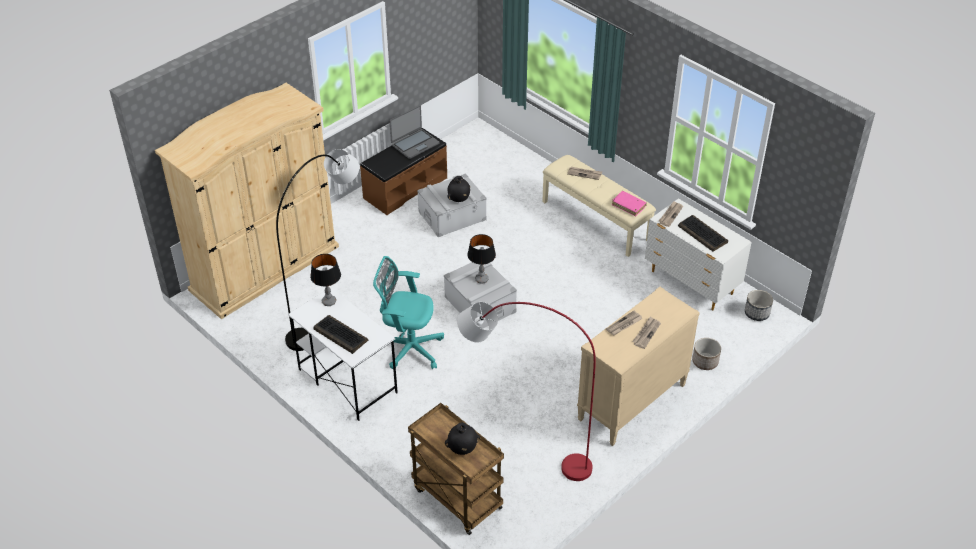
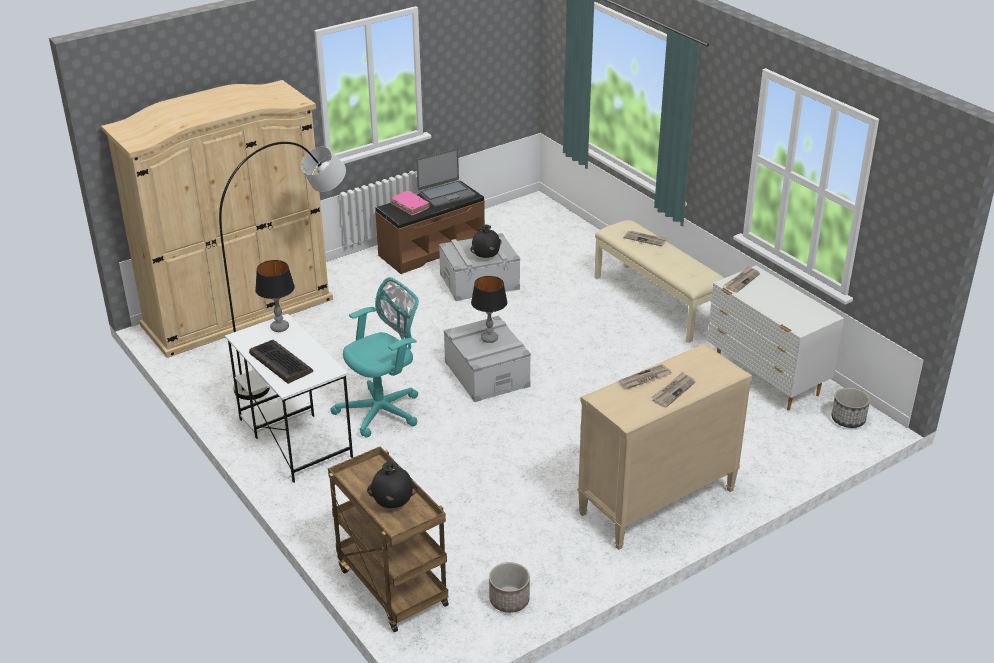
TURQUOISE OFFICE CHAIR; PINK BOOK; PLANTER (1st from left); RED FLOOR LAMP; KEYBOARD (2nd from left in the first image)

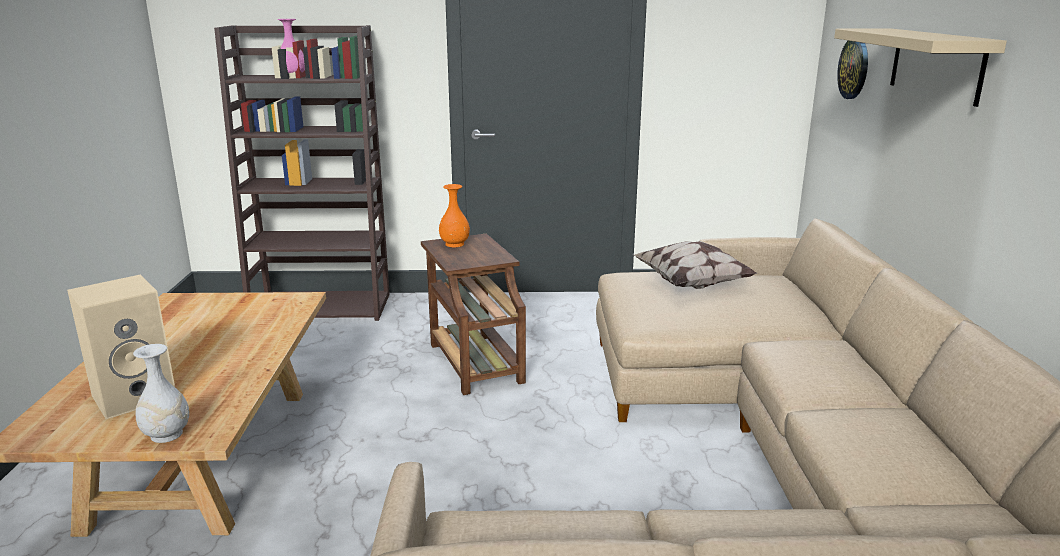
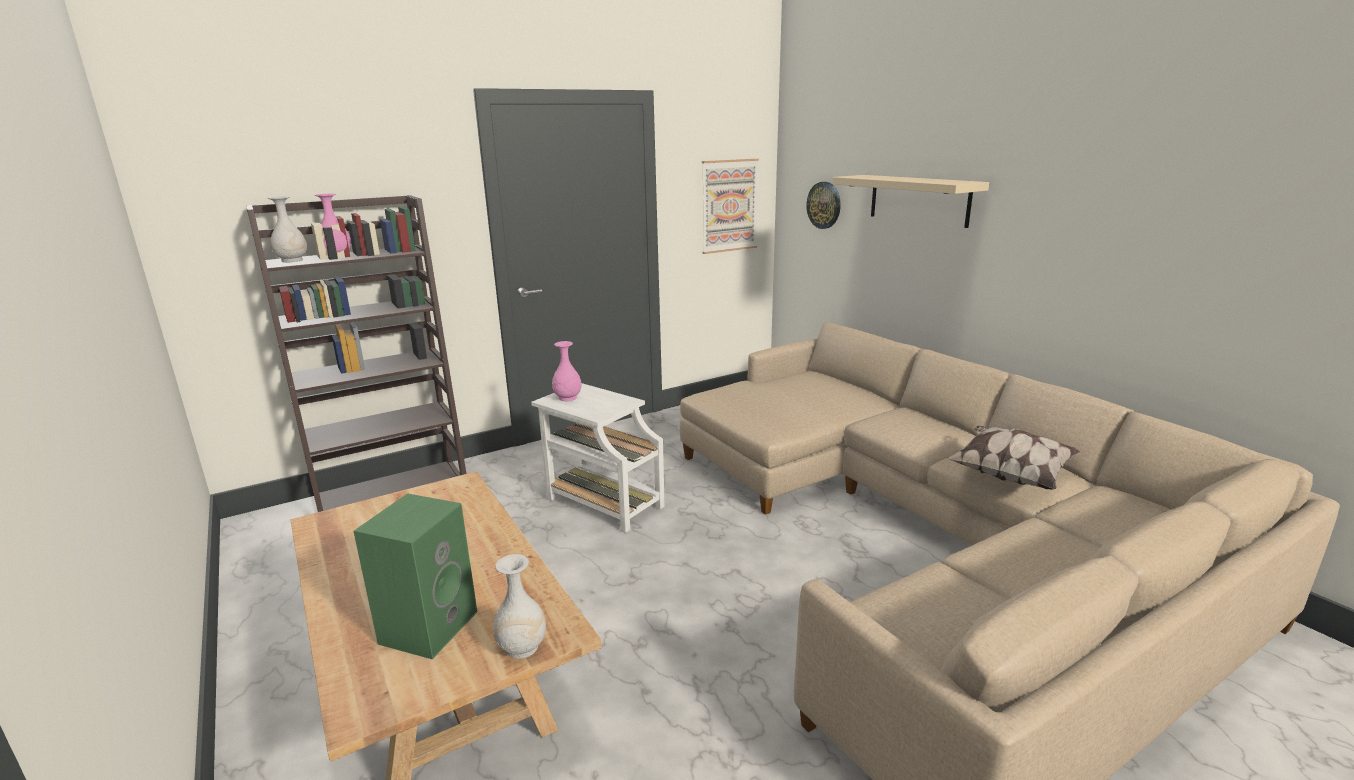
WHITE VASE (1st from left); GREEN SPEAKER; WHITE SIDE TABLE; PINK VASE (2nd from left); PICTURE; PILLOW

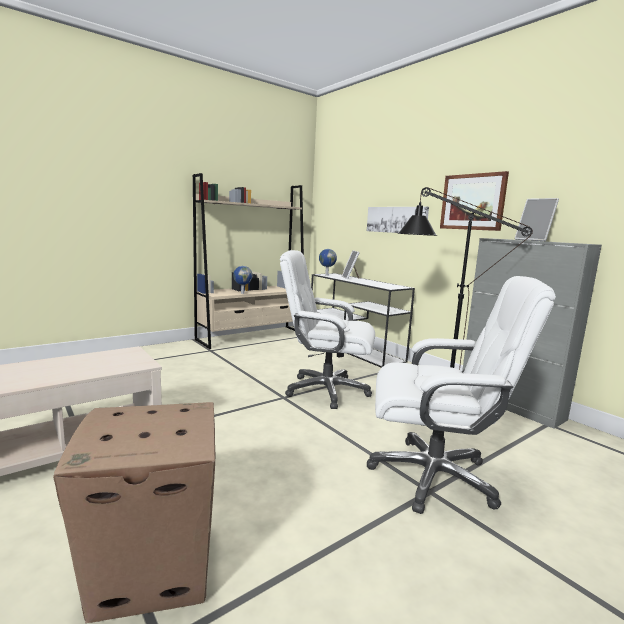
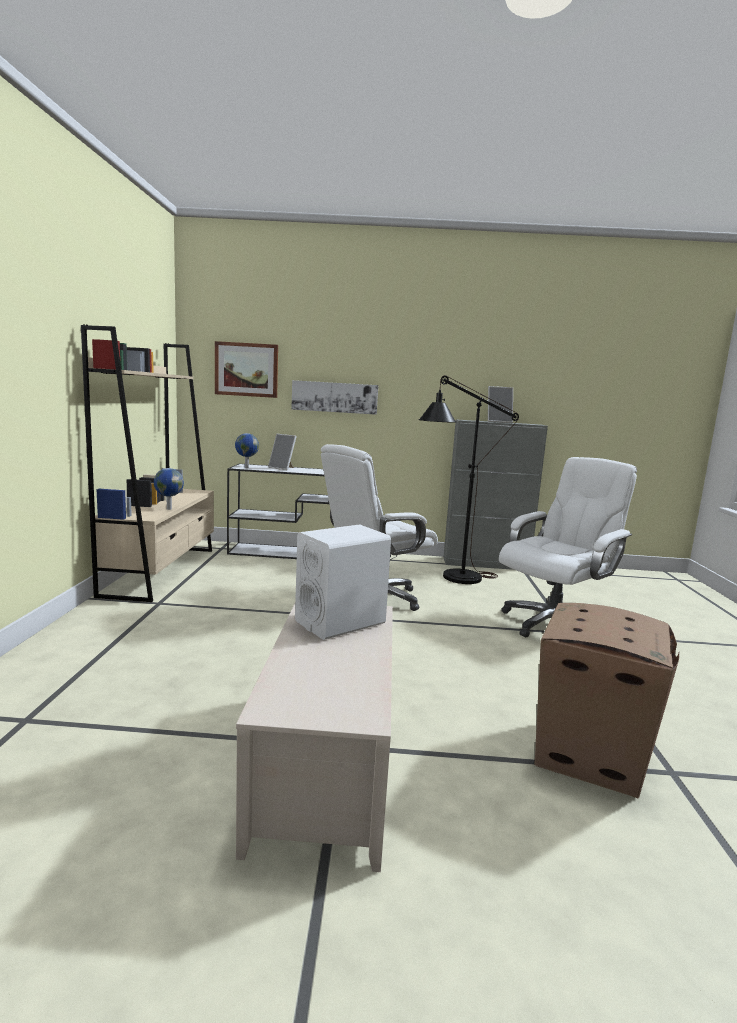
PICTURE (1st from left); WHITE SPEAKER

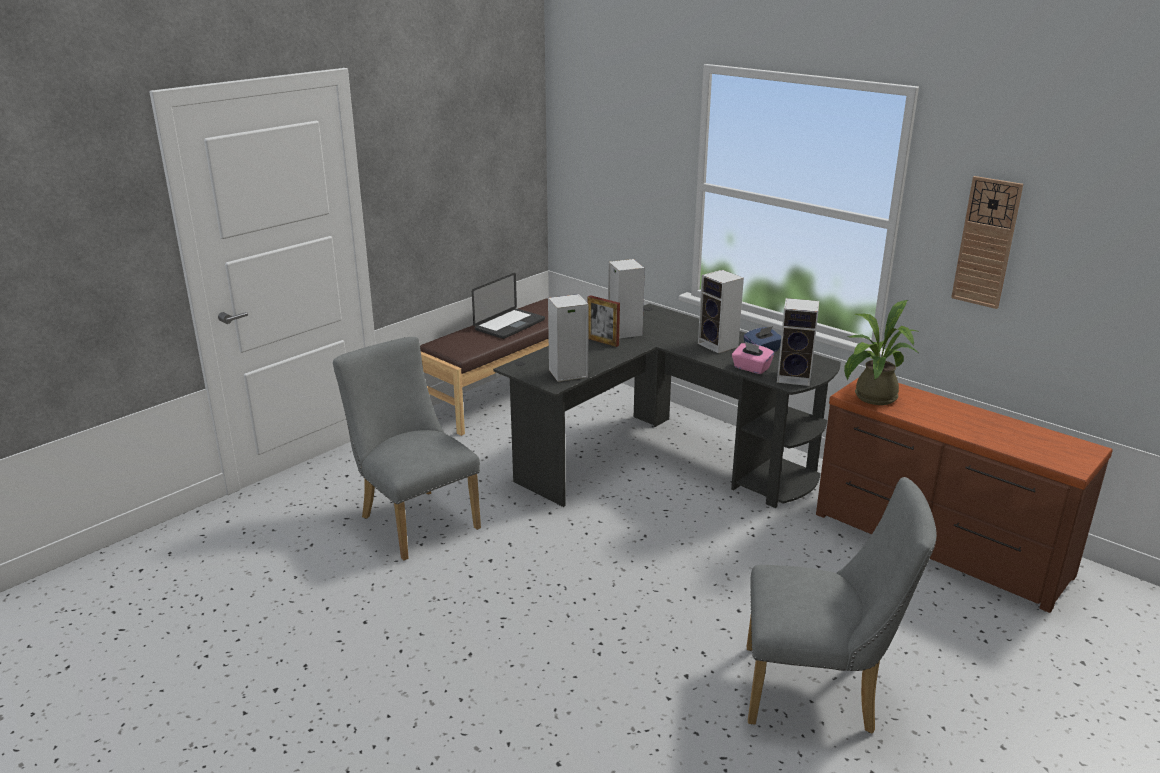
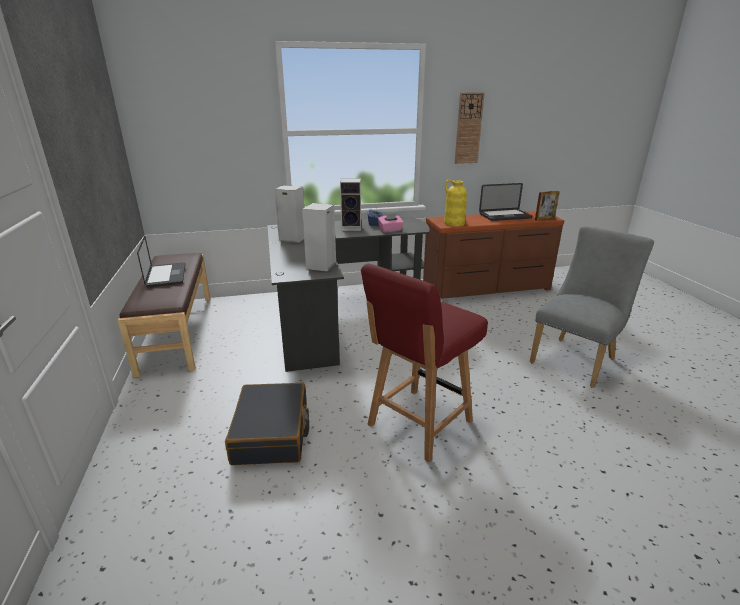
BLACK SUITCASE; RED CHAIR; YELLOW VASE; LAPTOP (2nd from left); PICTURE FRAME; SPEAKER (4th from left in the first image)

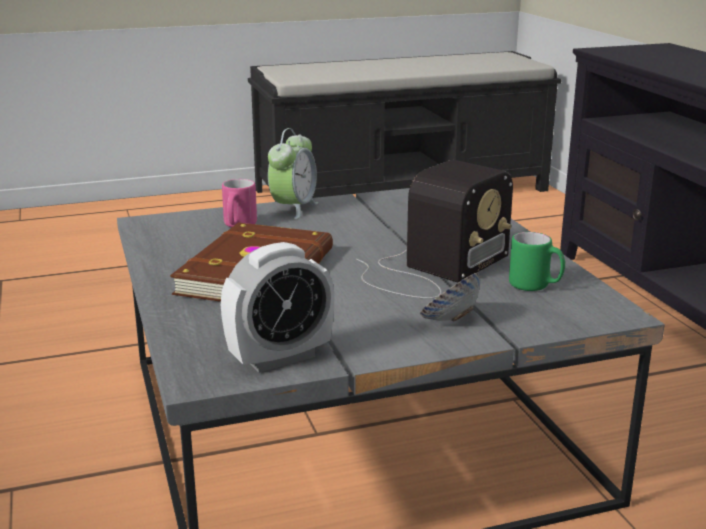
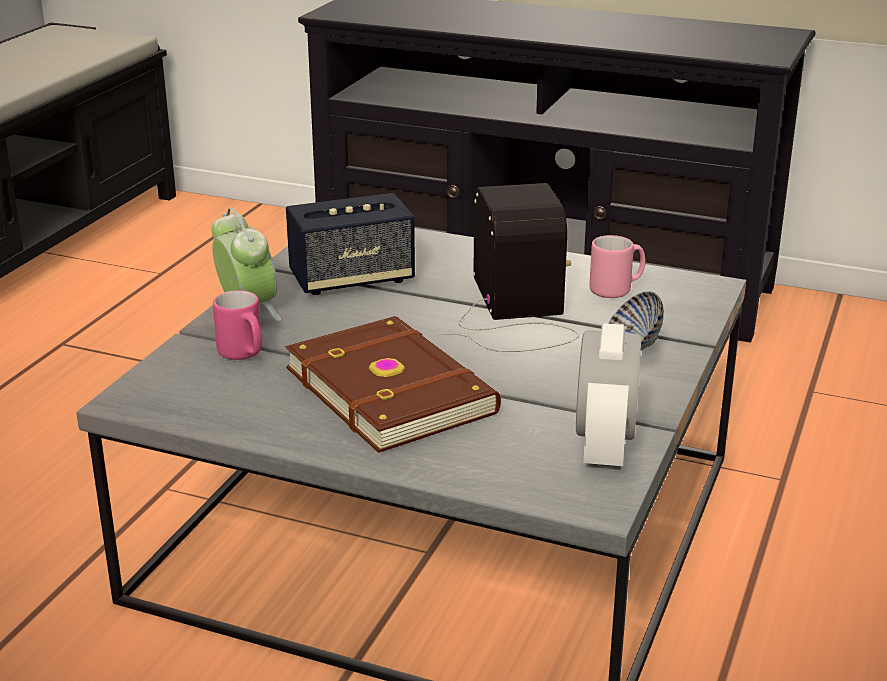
SPEAKER; PINK MUG (2nd from left)

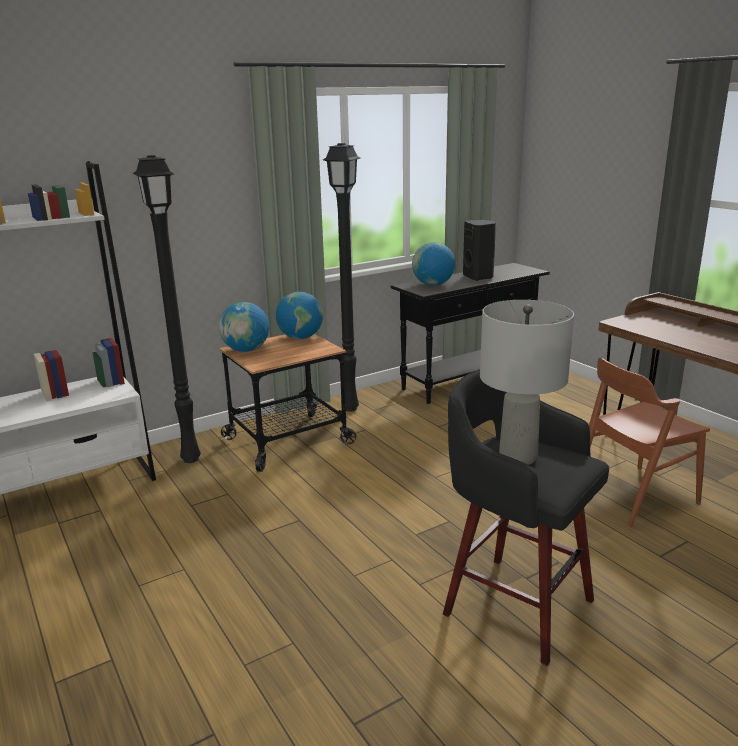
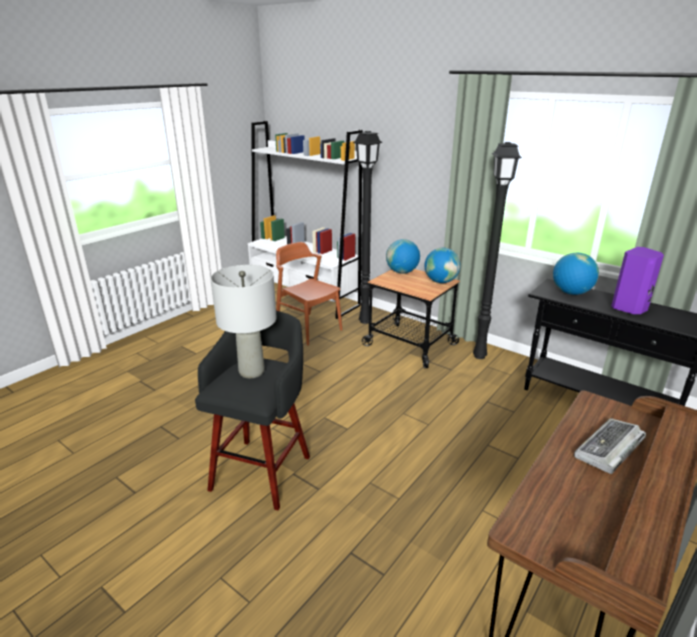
BROWN CHAIR; KEYBOARD; PURPLE SPEAKER

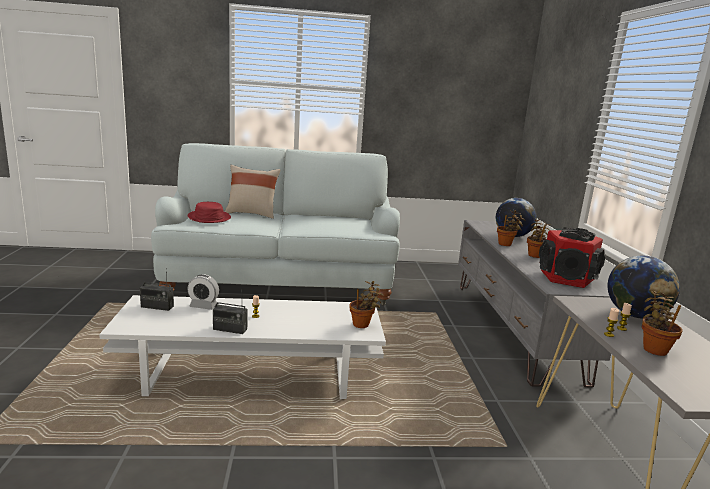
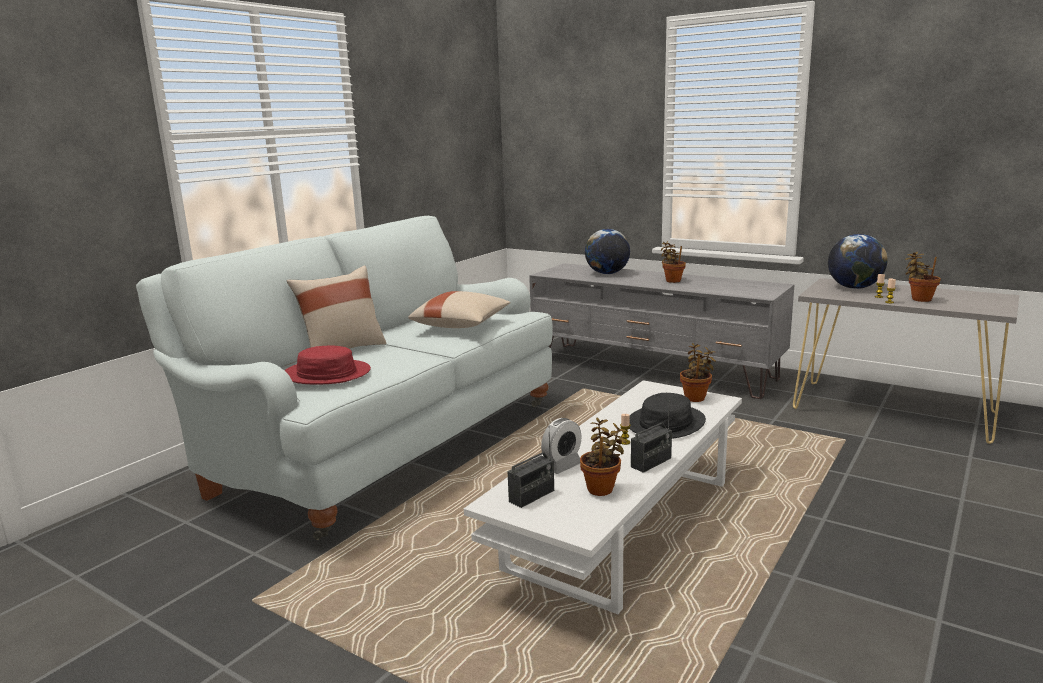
BEIGE PILLOW (2nd from left); POTTED PLANT (1st from left); BLACK HAT; SPEAKER

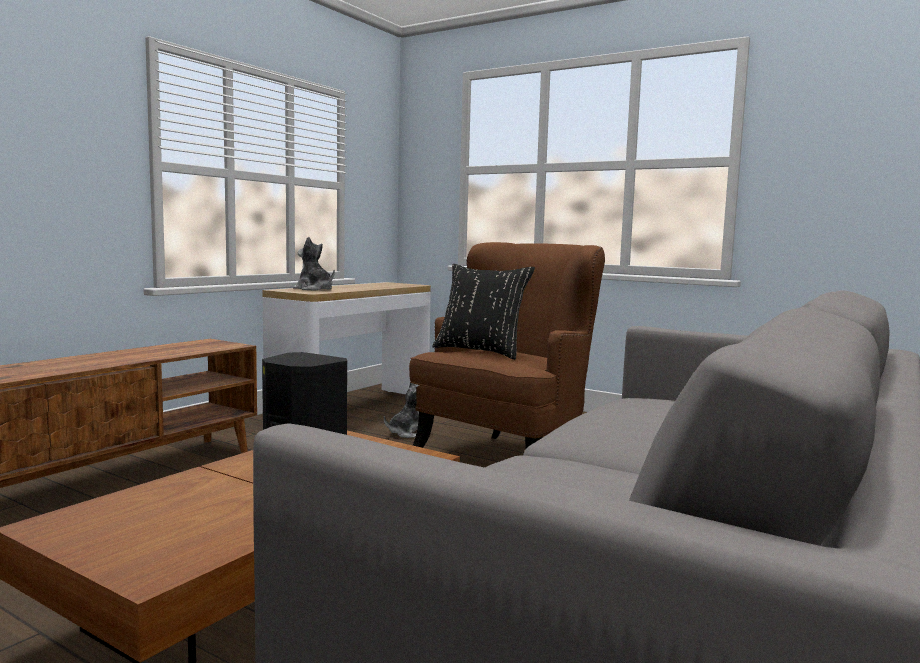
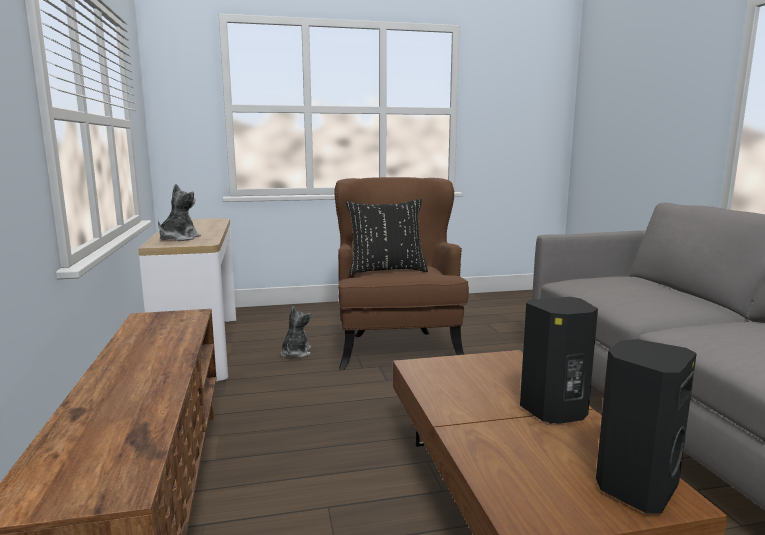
PLUSH TOY (1st from left); BLACK SPEAKER (2nd from left)

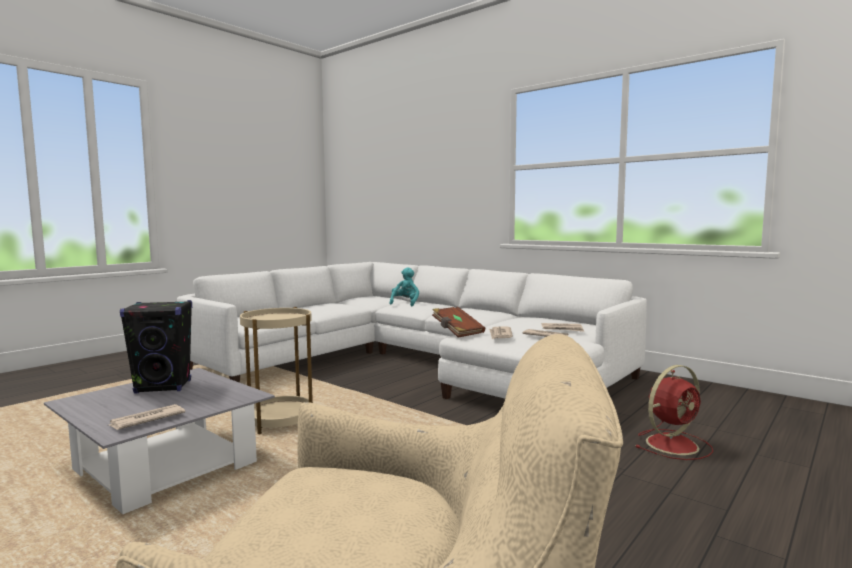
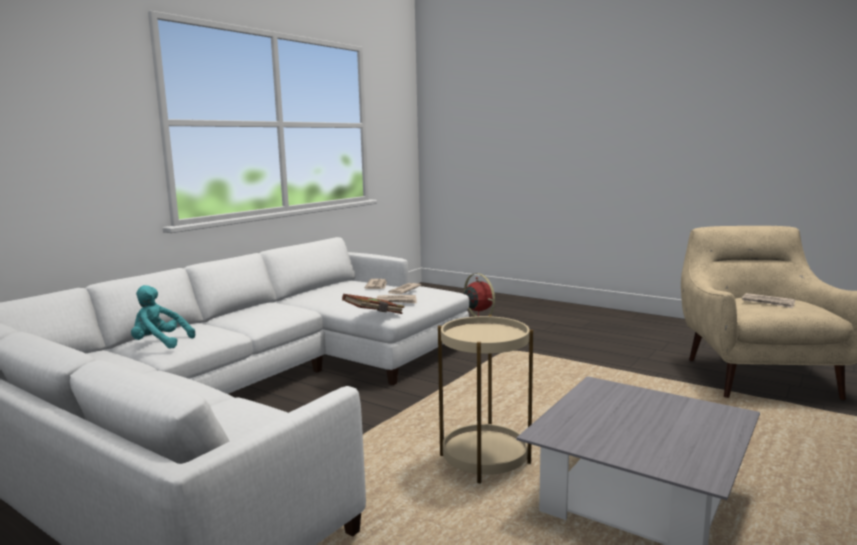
NEWSPAPER (4th from left); BLACK SPEAKER

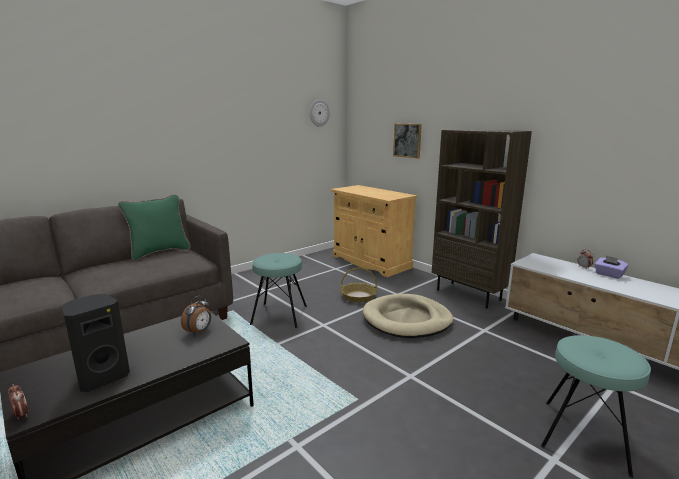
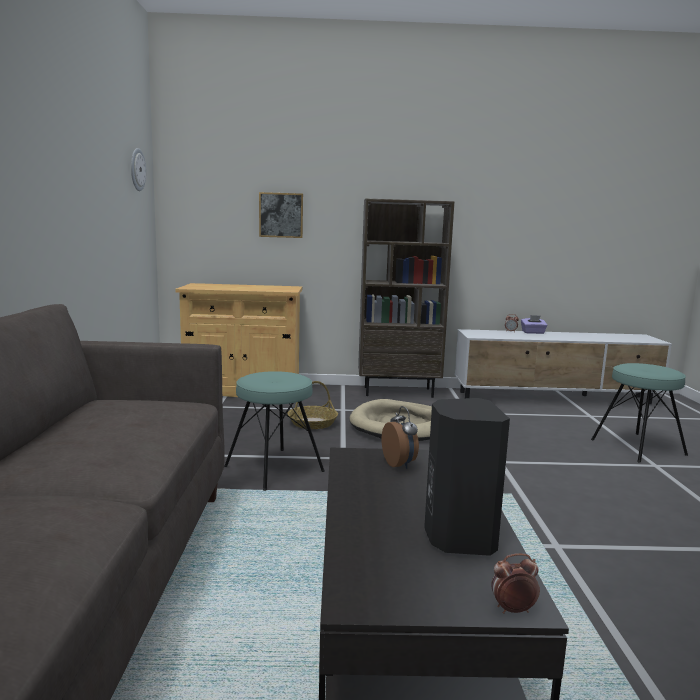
GREEN PILLOW

